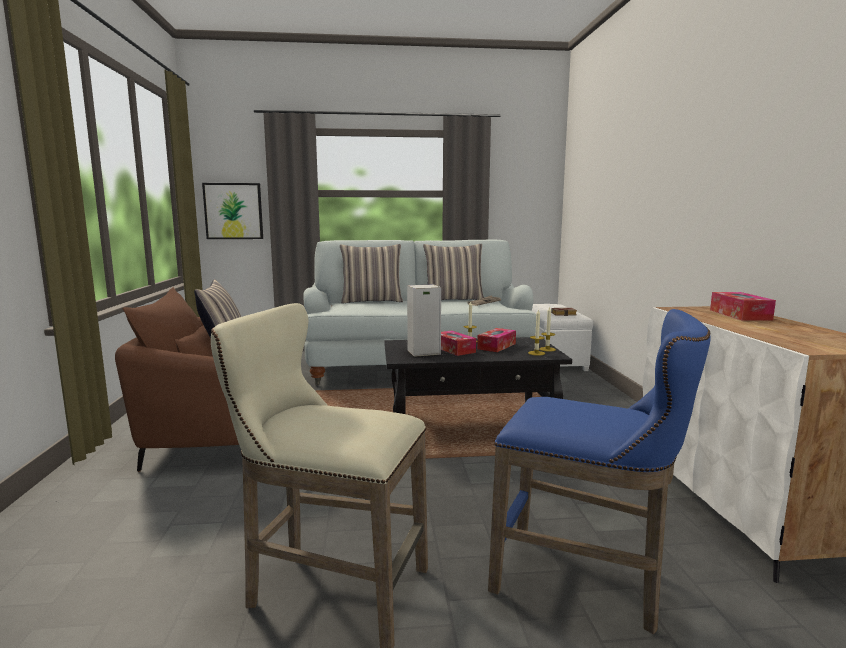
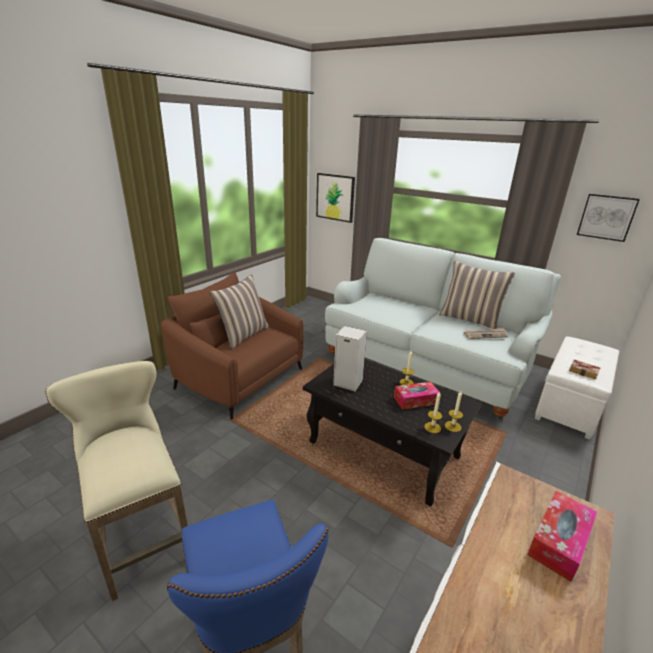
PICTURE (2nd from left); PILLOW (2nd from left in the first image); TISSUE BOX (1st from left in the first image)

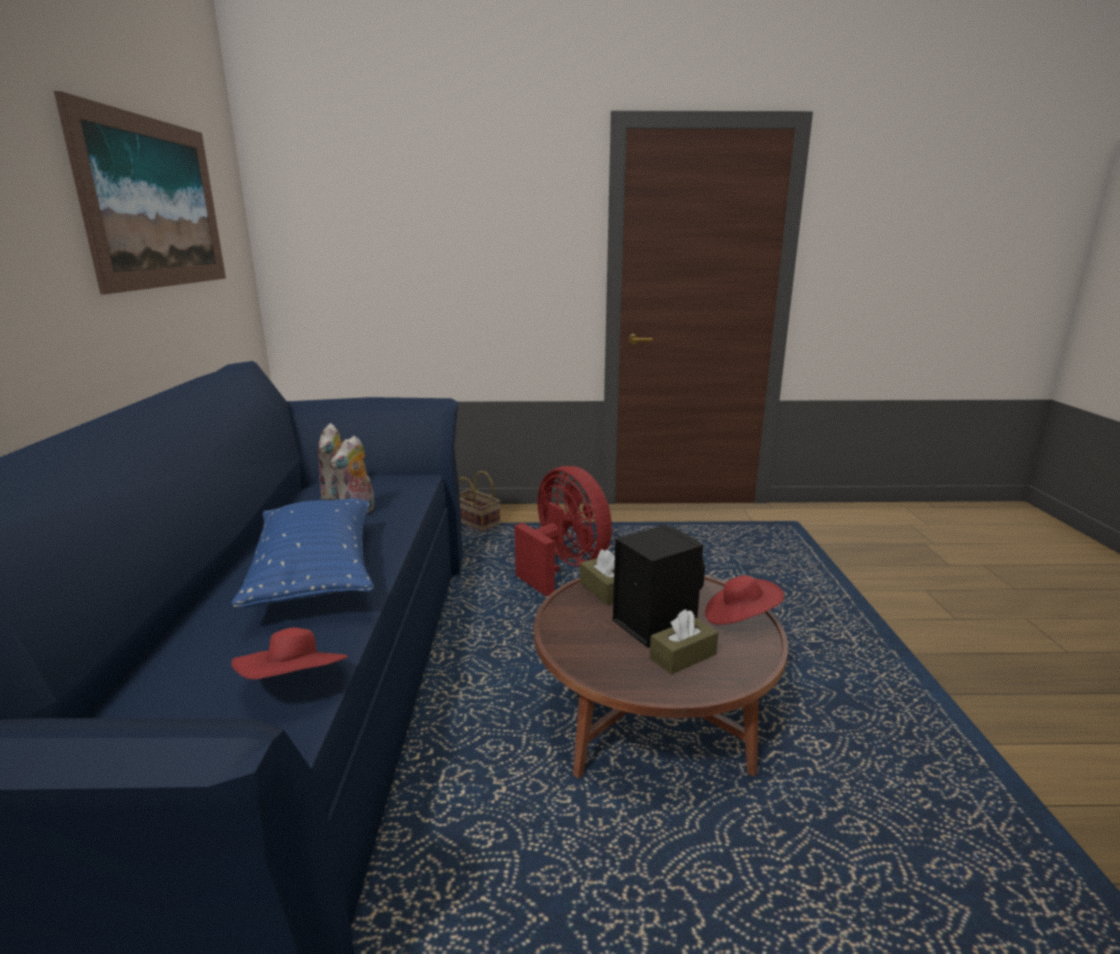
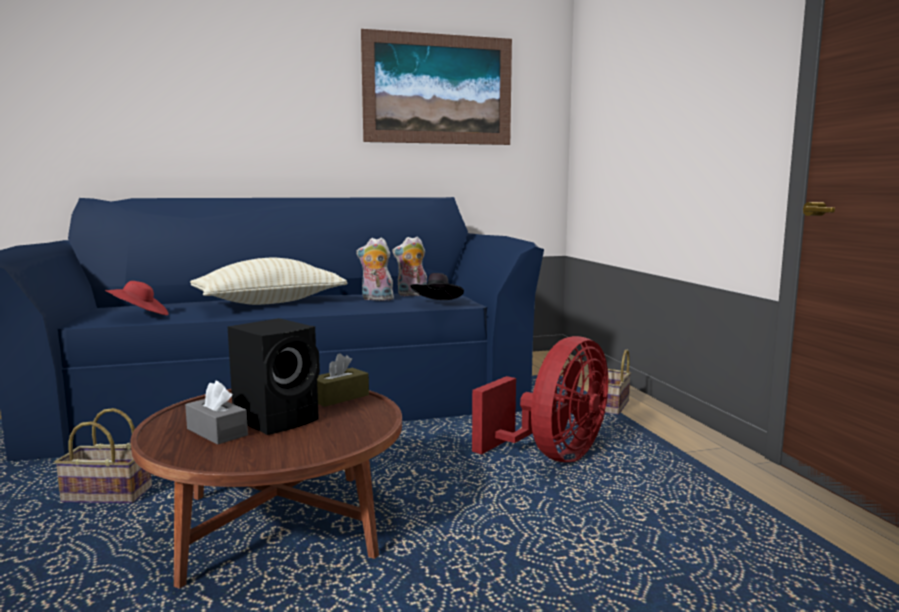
BASKET (1st from left); GREY TISSUE BOX; BEIGE PILLOW; BLACK HAT; RED HAT (2nd from left in the first image)

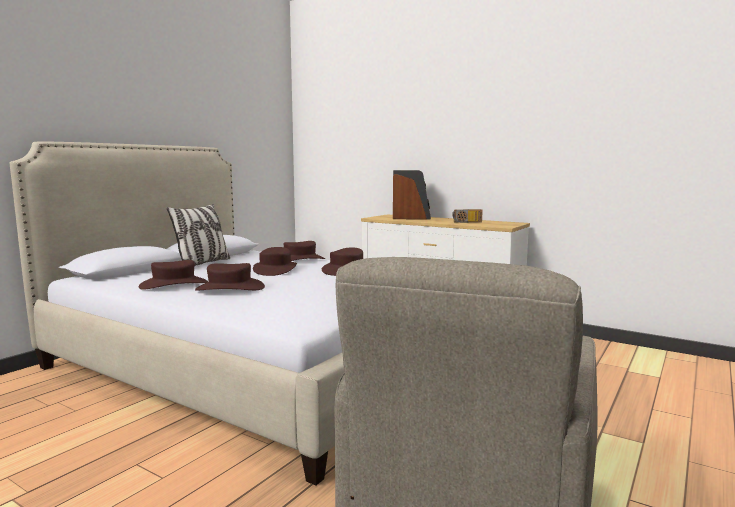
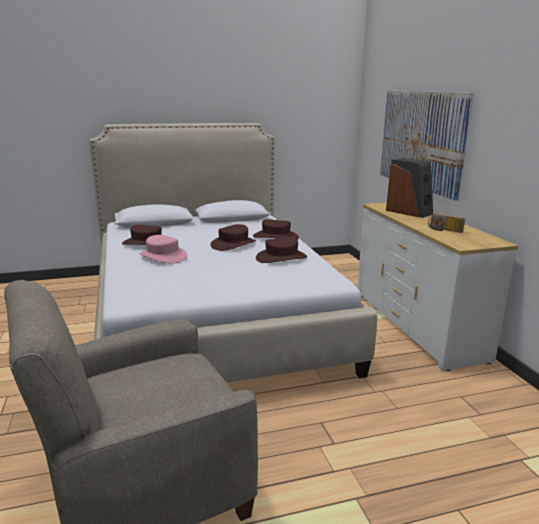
PINK HAT; PICTURE; PILLOW

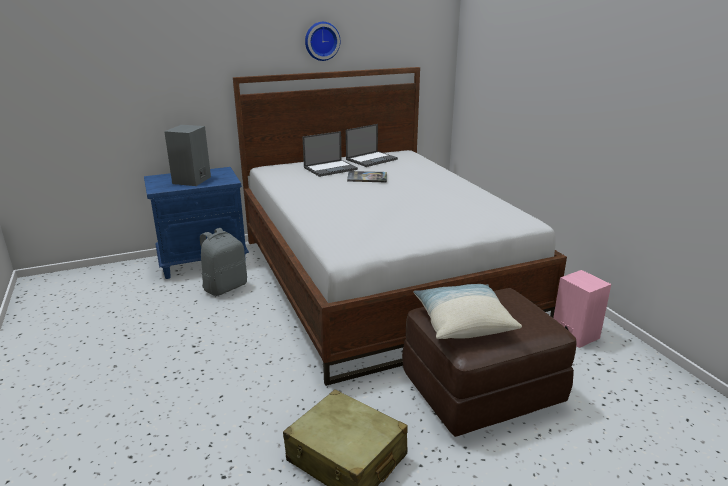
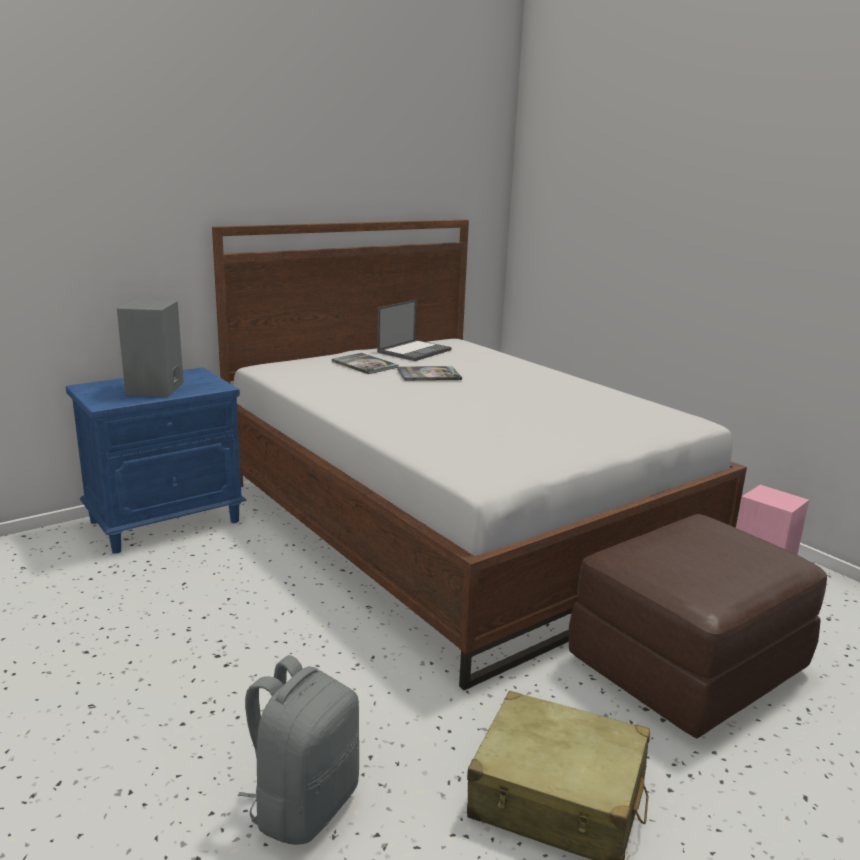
GREY BACKPACK; BOOK (1st from left); WALL CLOCK; PILLOW

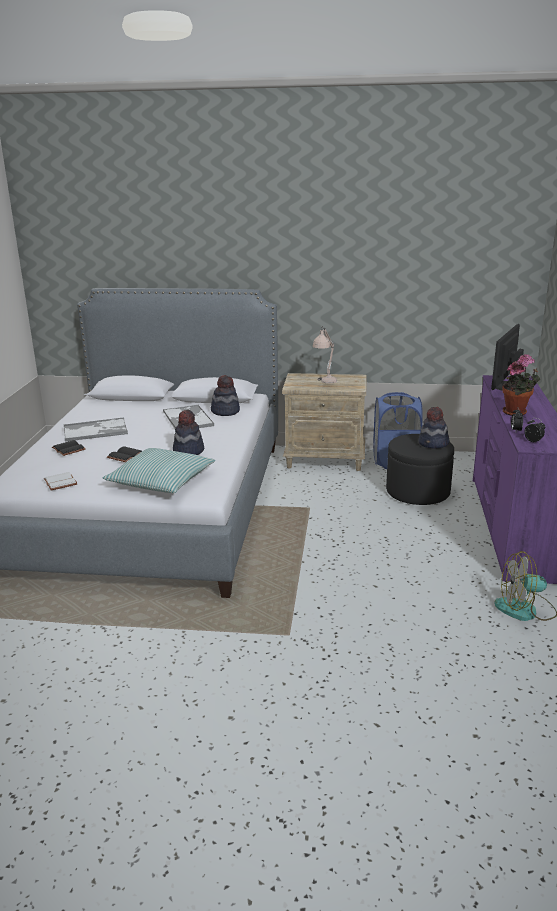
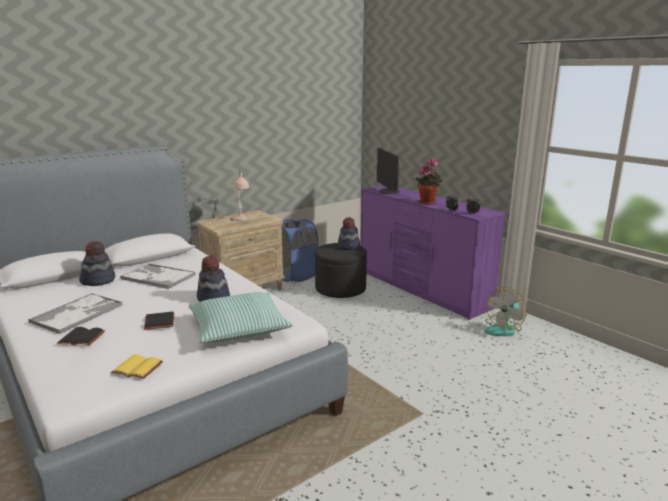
HAT (1st from left); YELLOW BOOK

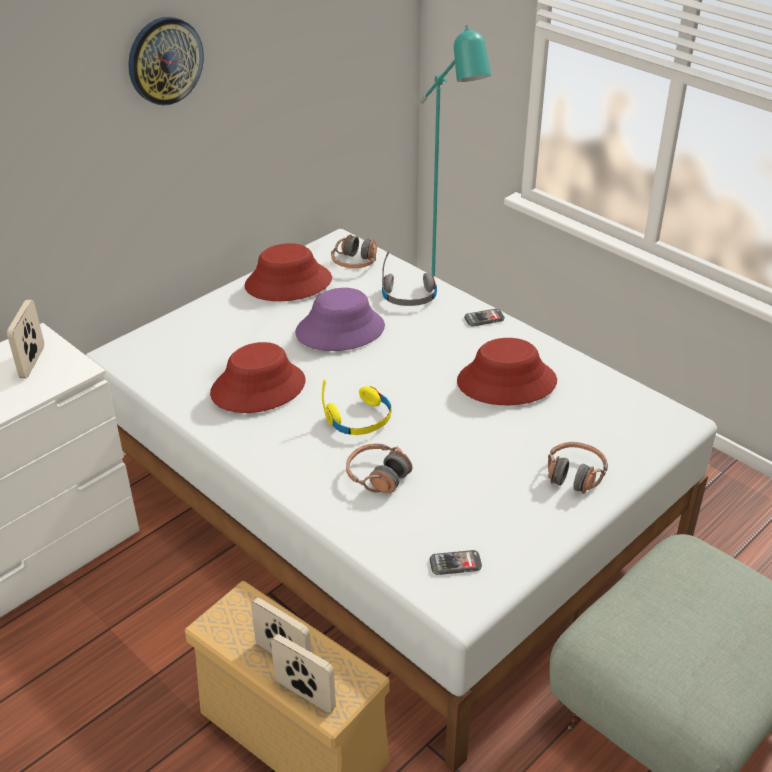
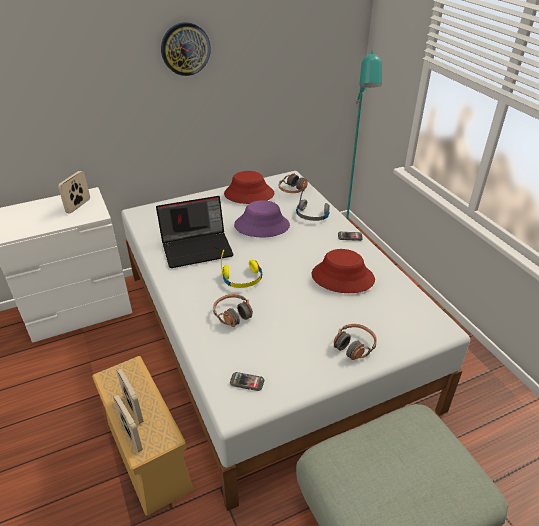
LAPTOP

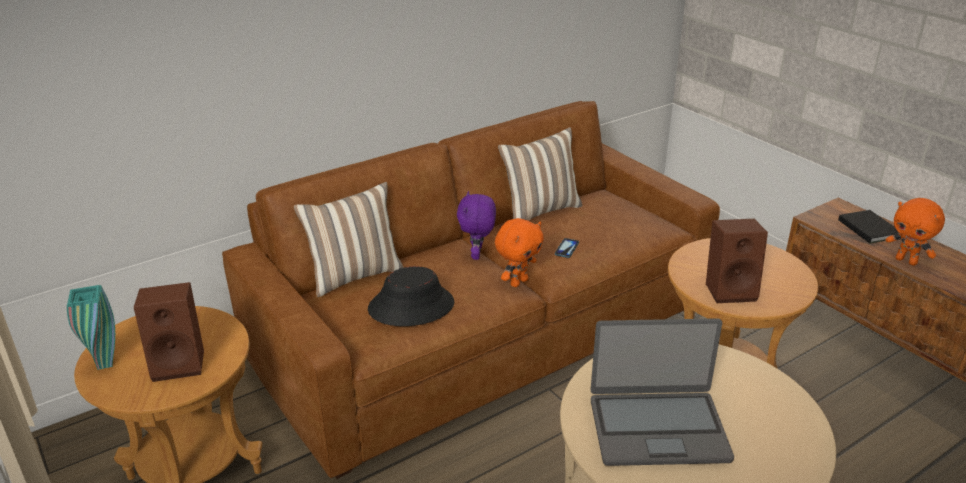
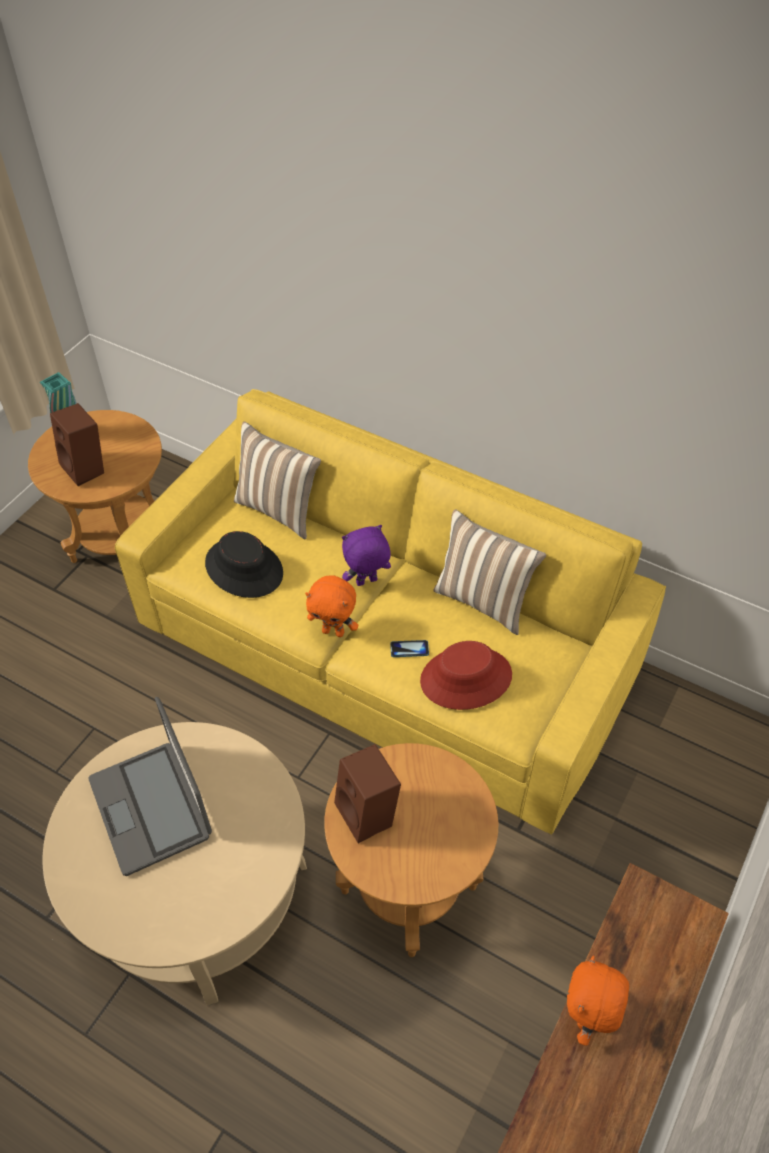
YELLOW SOFA; RED HAT; BLACK BOOK

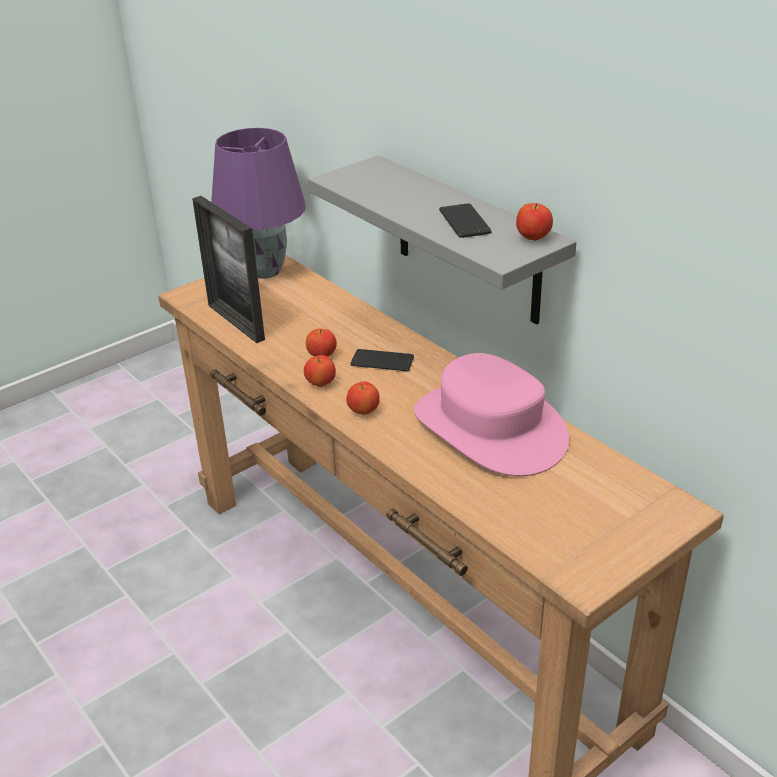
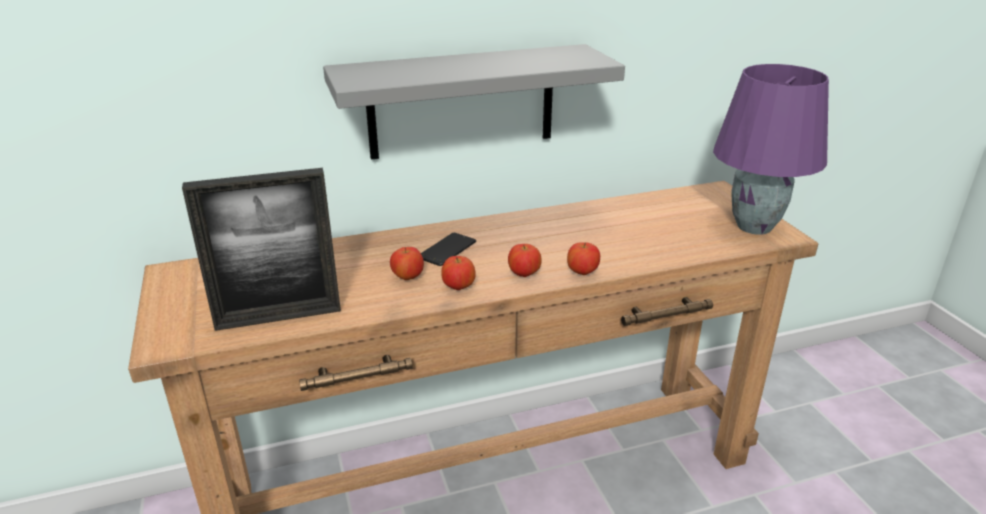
APPLE (4th from left); PURPLE TABLE LAMP; PINK HAT; PHONE (2nd from left in the first image)

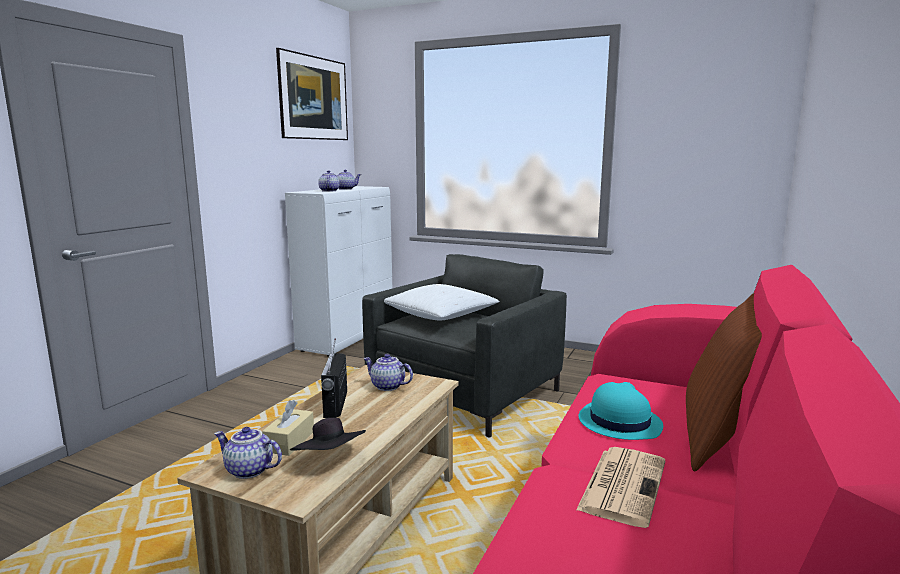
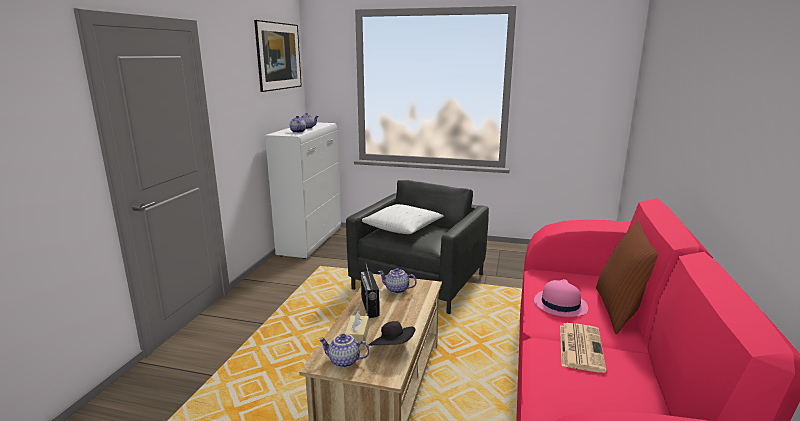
PINK HAT

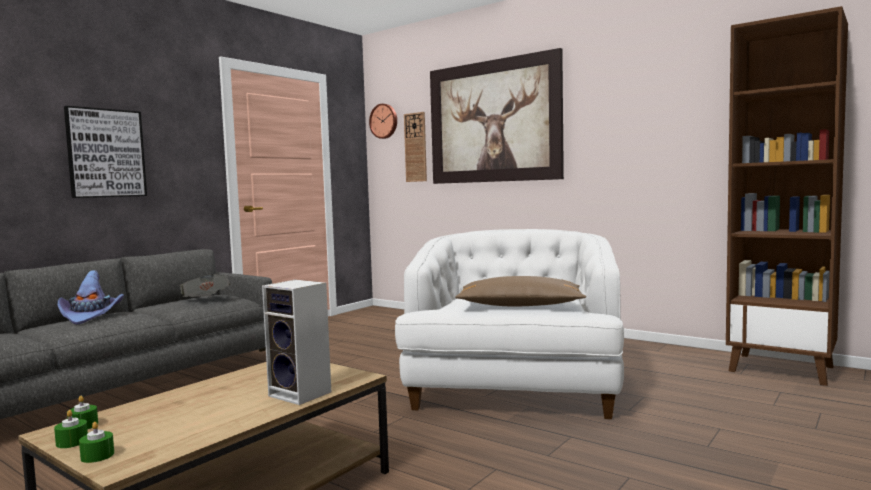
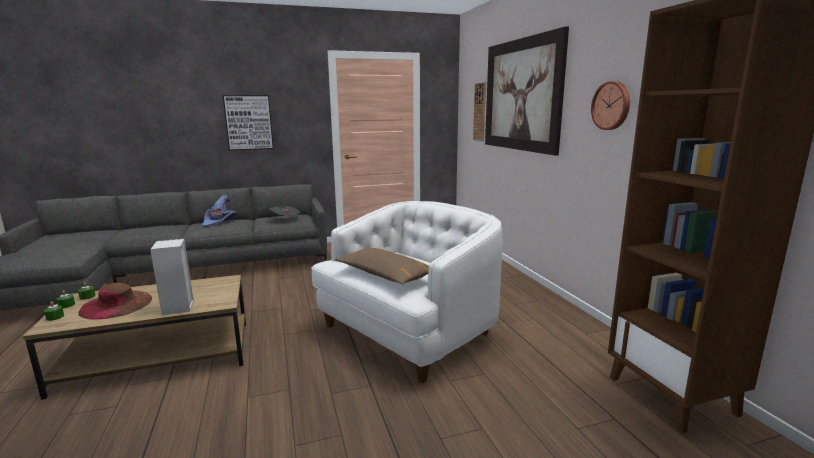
BROWN HAT; WALL CLOCK (2nd from left)

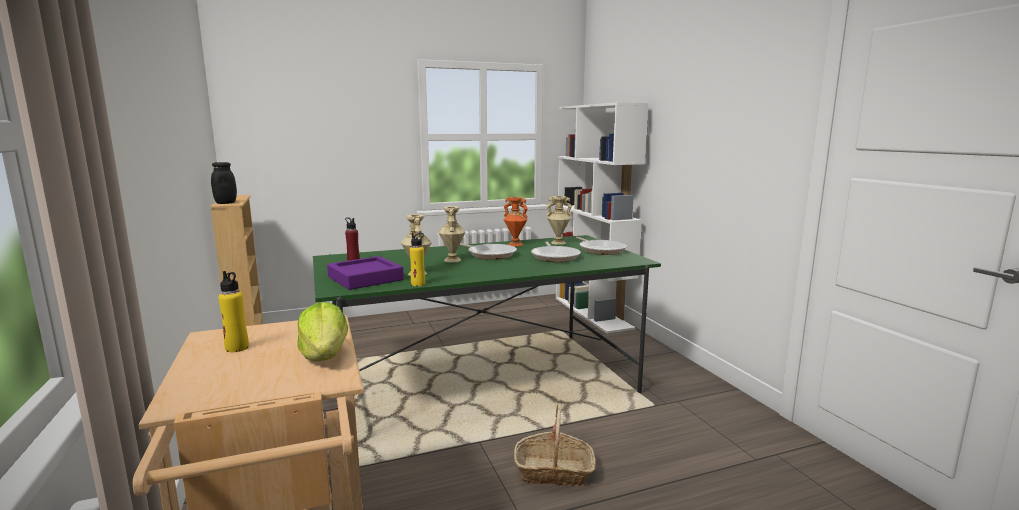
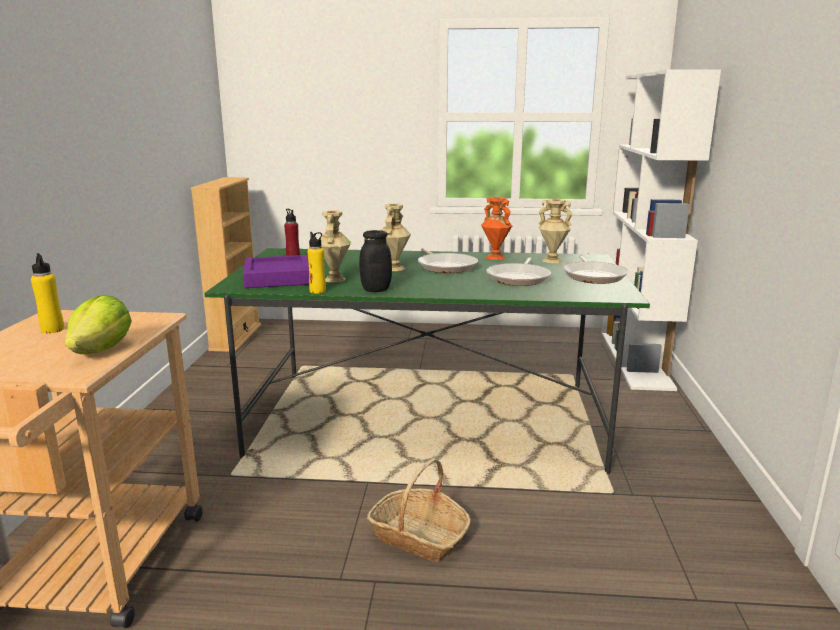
BLACK JAR

